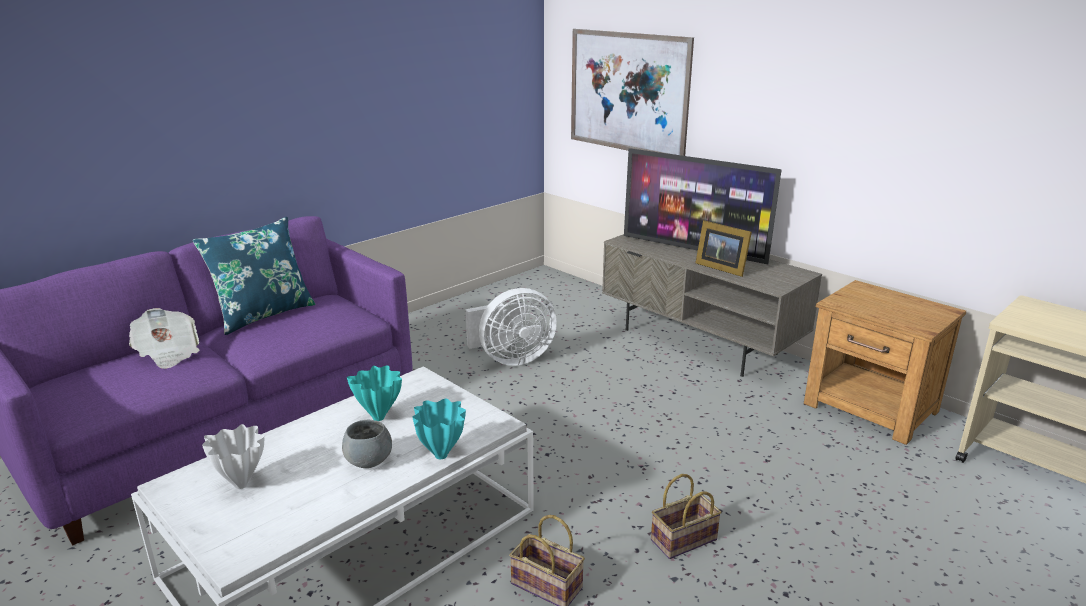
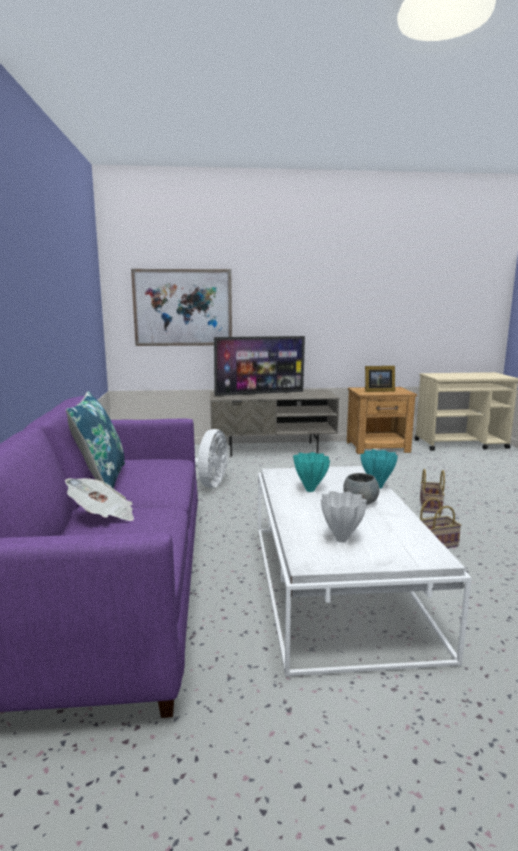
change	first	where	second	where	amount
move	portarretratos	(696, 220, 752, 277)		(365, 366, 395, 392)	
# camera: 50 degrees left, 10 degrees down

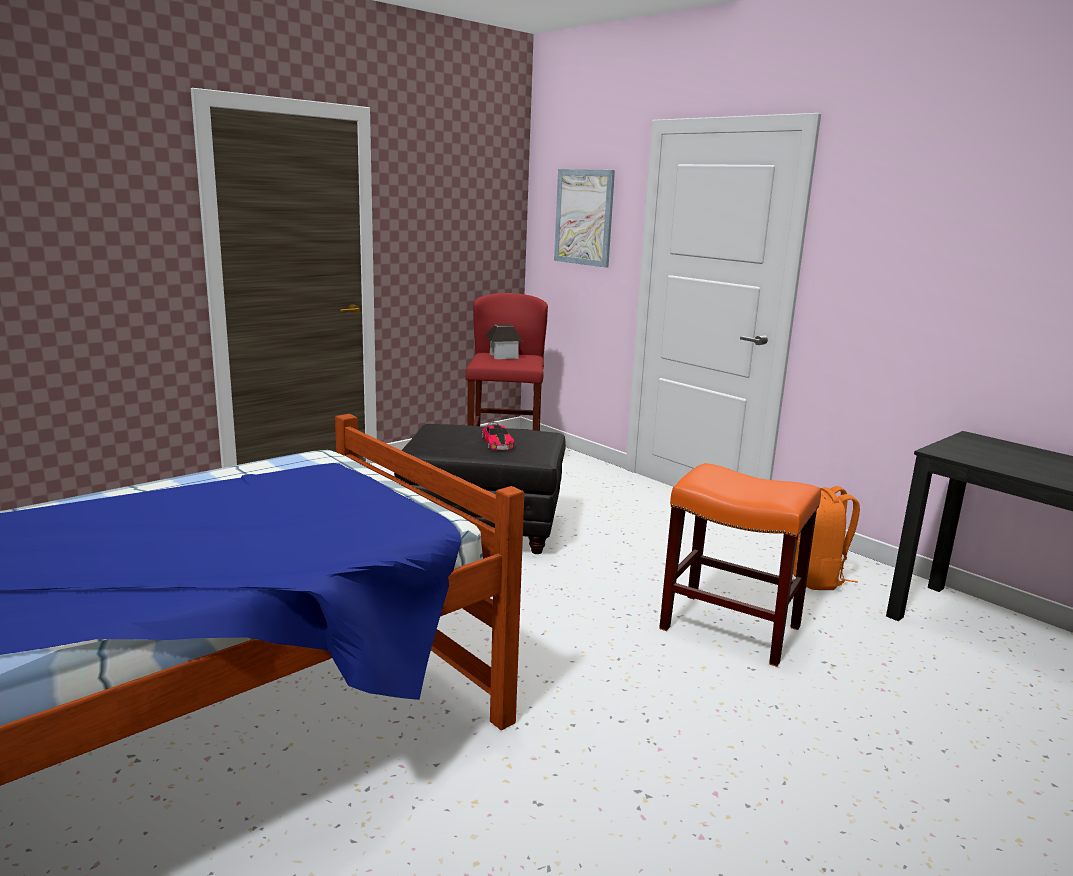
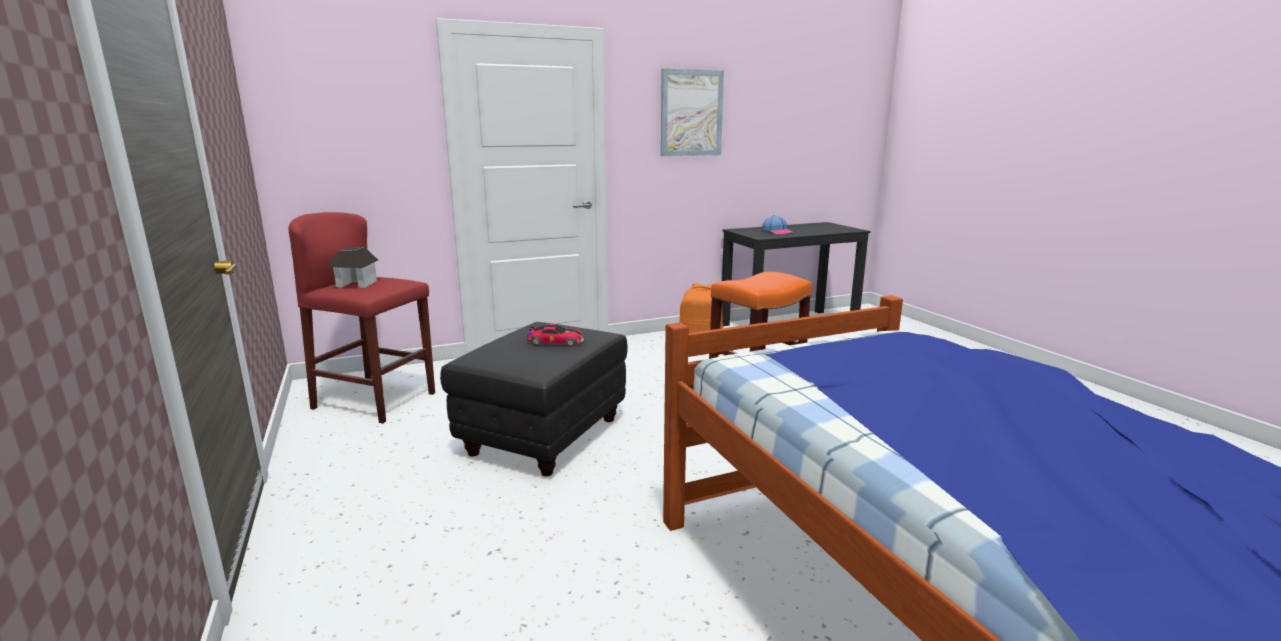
change	first	where	second	where	amount
move	cuadro	(554, 169, 615, 268)		(661, 68, 724, 156)	
insert			gorra	(762, 215, 795, 235)	
# camera: 70 degrees left, 0 degrees up

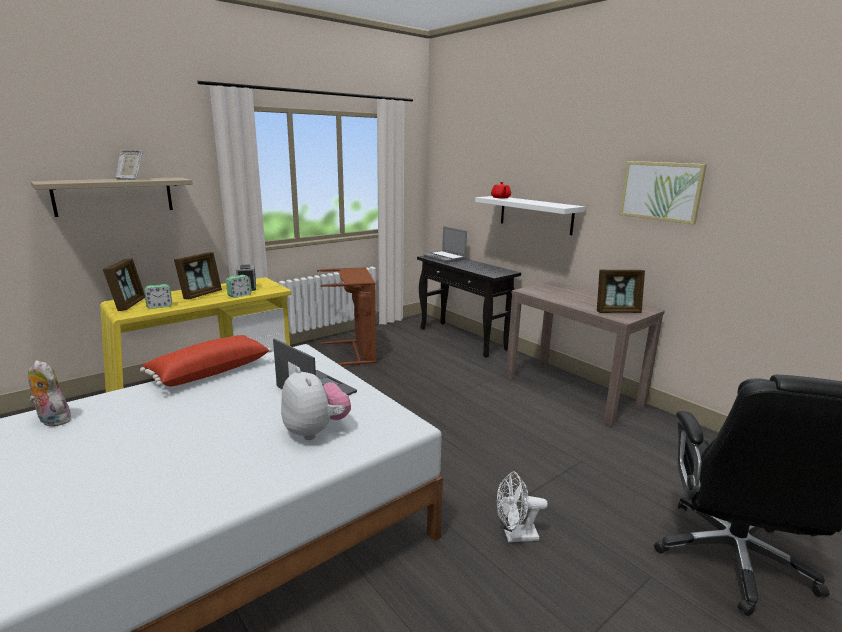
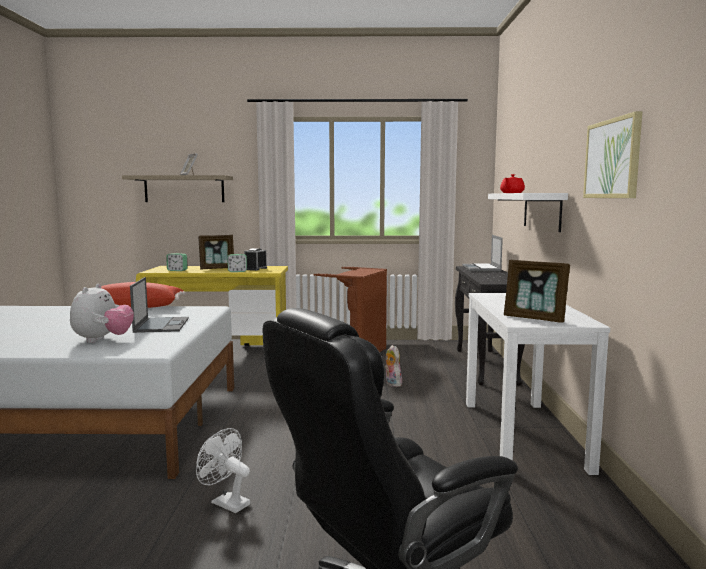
change	first	where	second	where	amount
delete	portarretratos	(103, 258, 145, 311)			
recolor	mesa consola [marrón]	(506, 281, 665, 427)	mesa consola [blanco]	(466, 293, 610, 475)	
move	peluche	(28, 360, 71, 427)		(385, 345, 402, 387)	
# camera: 40 degrees right, 10 degrees down

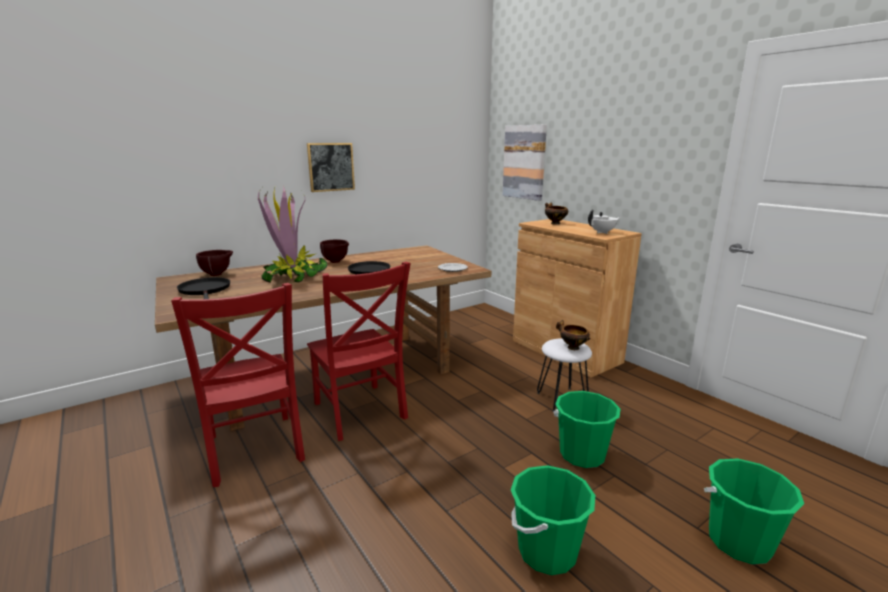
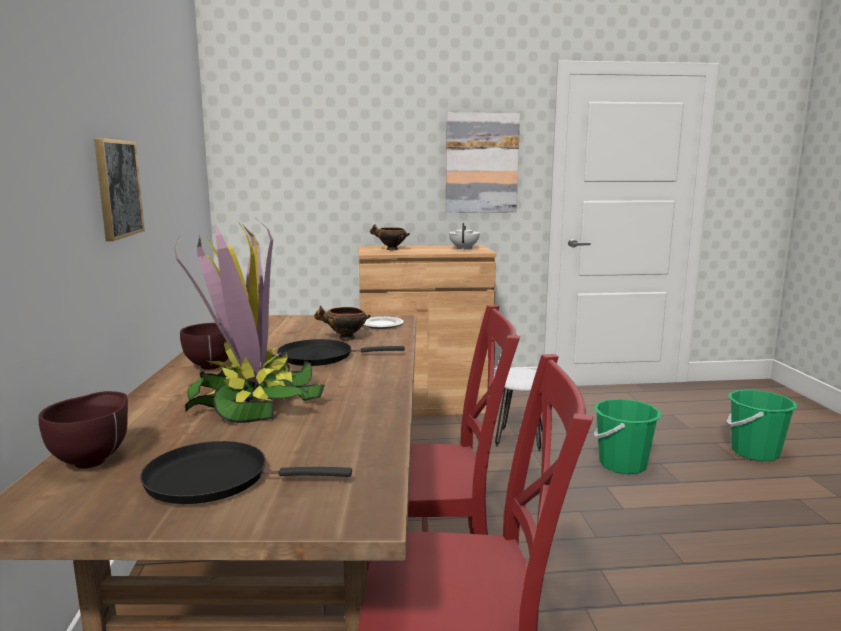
change	first	where	second	where	amount
move	cuadro	(503, 125, 547, 201)		(446, 113, 520, 213)	
move	cuenco	(556, 320, 590, 350)		(314, 305, 371, 340)	
delete	cubo [verde]	(511, 465, 595, 575)			
# camera: 60 degrees left, 5 degrees down

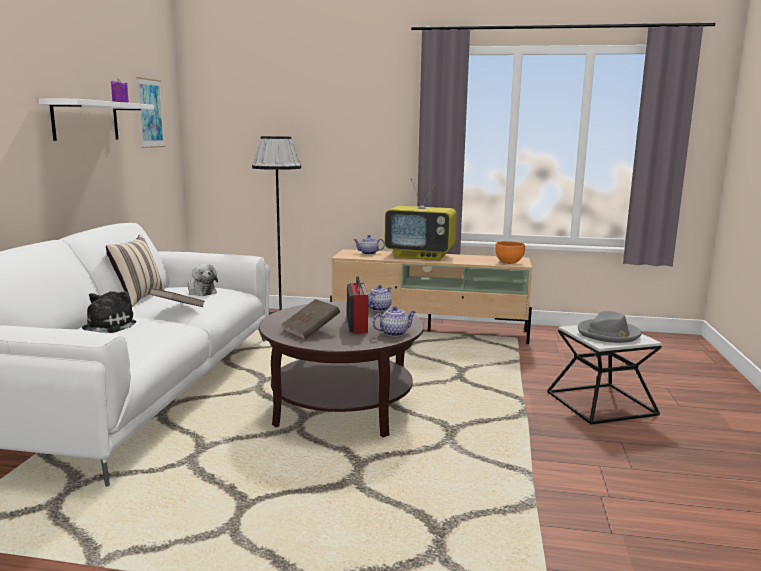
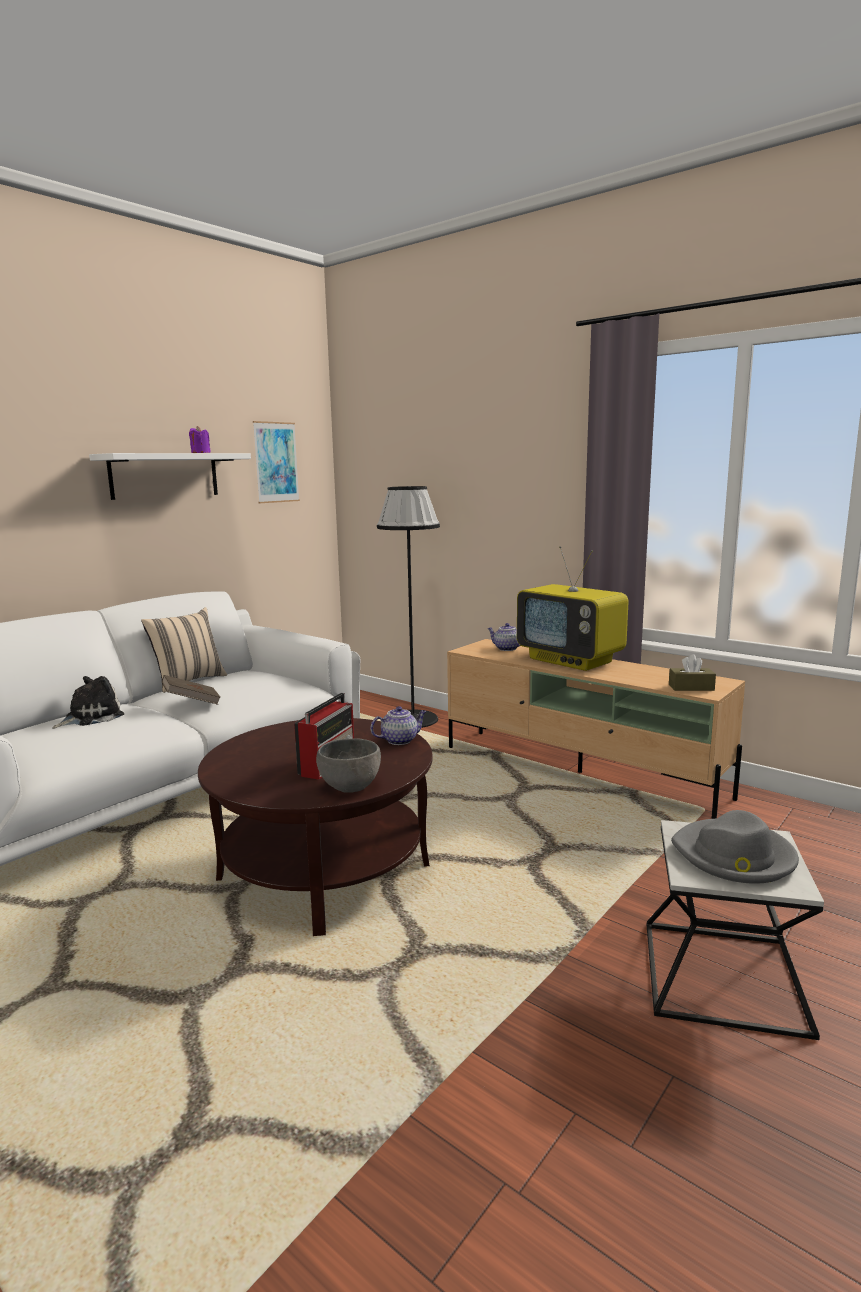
change	first	where	second	where	amount
replace	cuenco [naranja]	(495, 241, 525, 264)	caja de pañuelos [marrón]	(669, 654, 716, 691)	
delete	peluche	(188, 264, 218, 296)			
delete	libro [marrón]	(281, 299, 340, 340)			
replace	tetera	(372, 306, 416, 336)	cuenco [gris]	(316, 738, 381, 793)	
# camera: 30 degrees right, 0 degrees up

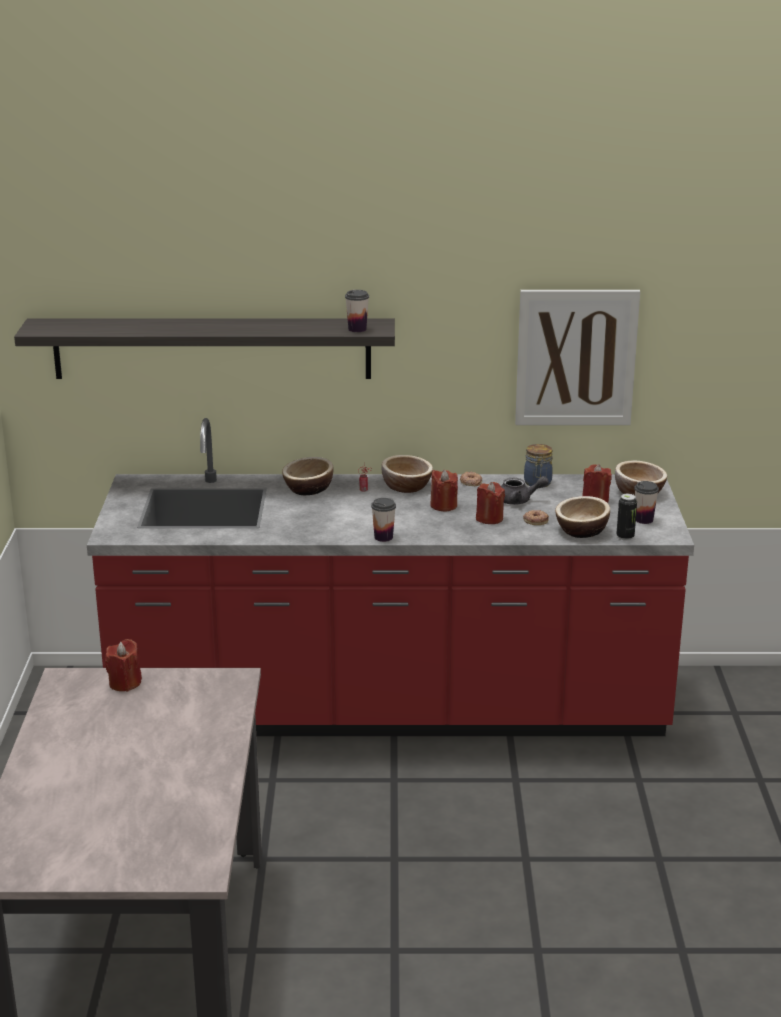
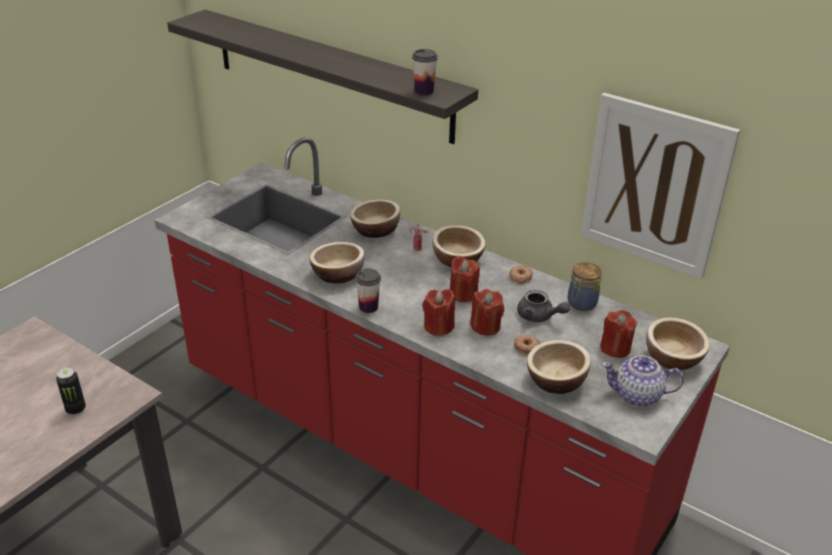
change	first	where	second	where	amount
replace	taza	(634, 481, 659, 524)	tetera	(601, 356, 684, 407)	
move	lata	(616, 494, 637, 540)		(56, 367, 86, 415)	
move	vela [rojo]	(105, 639, 142, 692)		(422, 289, 455, 336)	
insert			cuenco	(309, 242, 365, 284)	
# camera: 35 degrees right, 10 degrees up

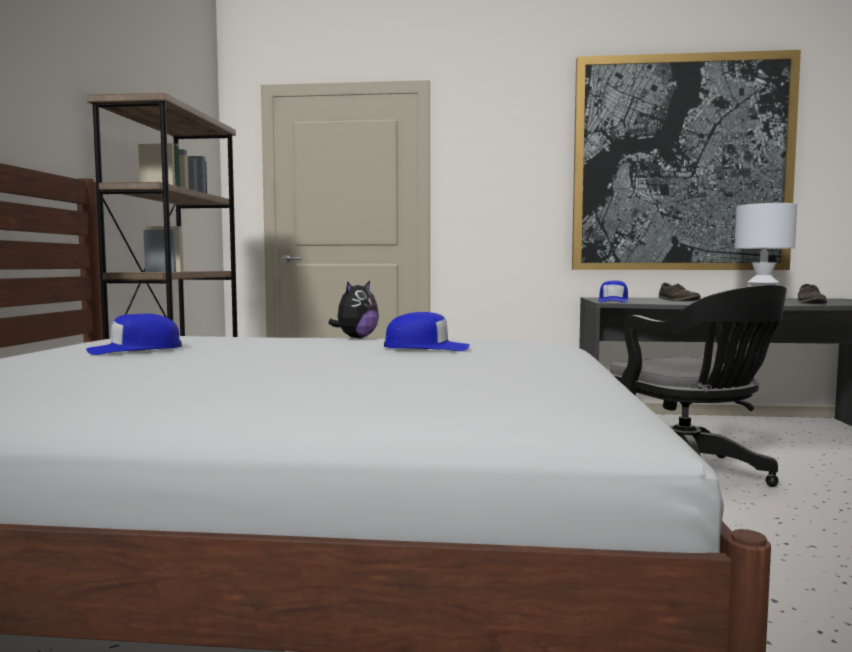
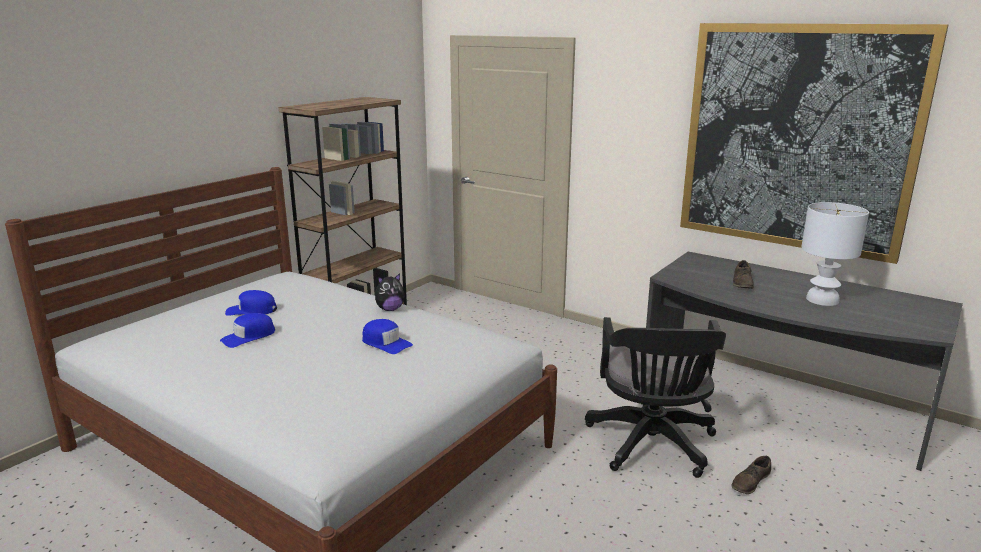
change	first	where	second	where	amount
move	gorra [azul]	(599, 281, 628, 303)		(220, 313, 275, 348)	
move	zapato [marrón]	(798, 284, 827, 304)		(731, 456, 771, 494)	
# camera: 30 degrees right, 15 degrees up

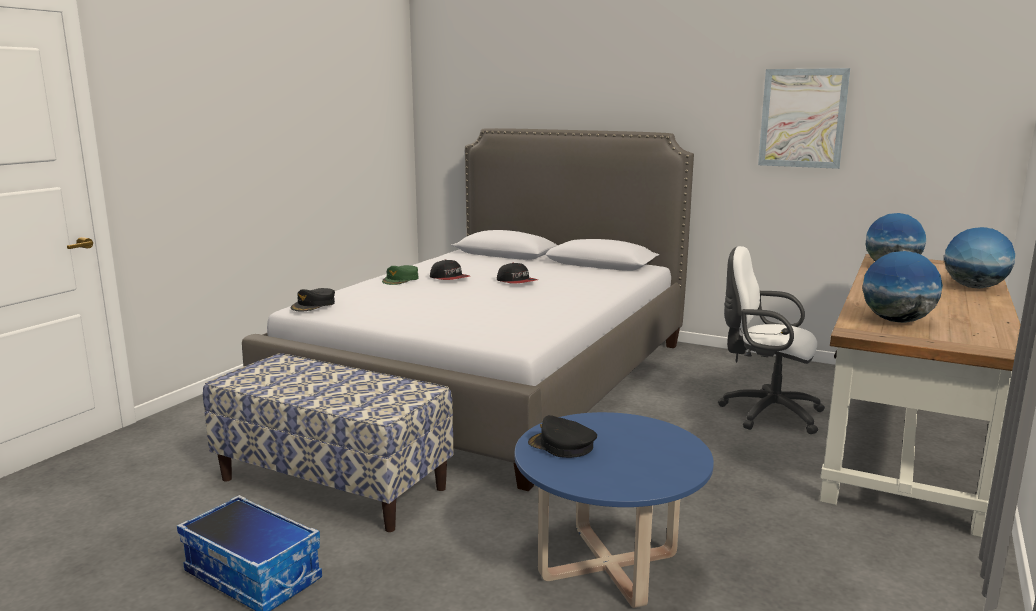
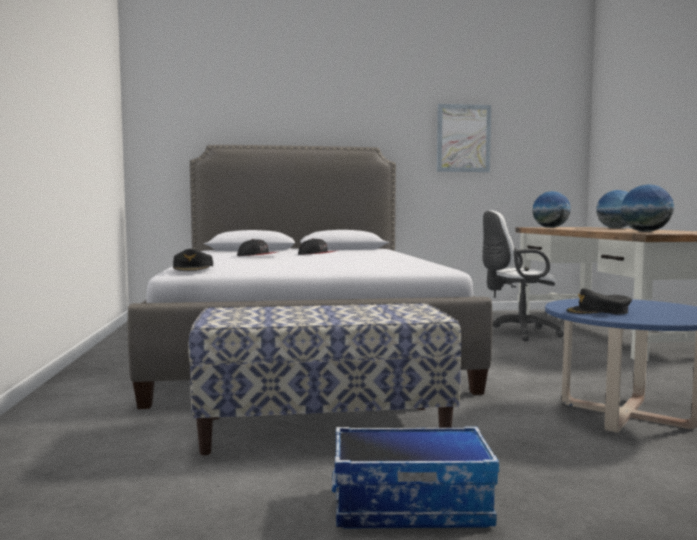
change	first	where	second	where	amount
delete	gorra [verde]	(382, 265, 418, 285)			
# camera: 35 degrees left, 10 degrees down

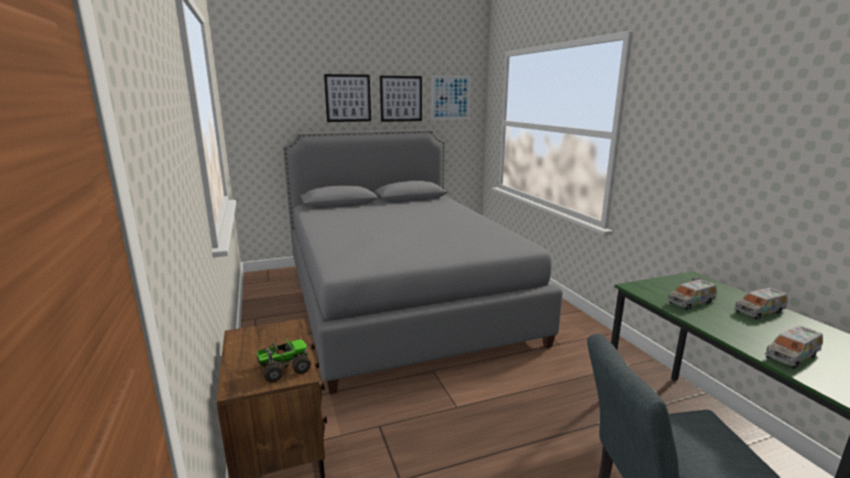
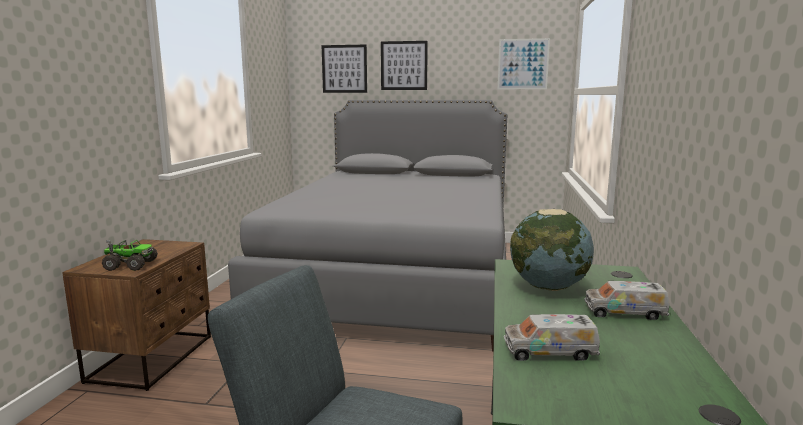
change	first	where	second	where	amount
move	cuadro	(380, 76, 422, 122)		(321, 45, 367, 93)	
replace	camión de juguete	(668, 279, 717, 310)	globo terráqueo	(510, 209, 594, 291)	
# camera: 30 degrees right, 5 degrees down

